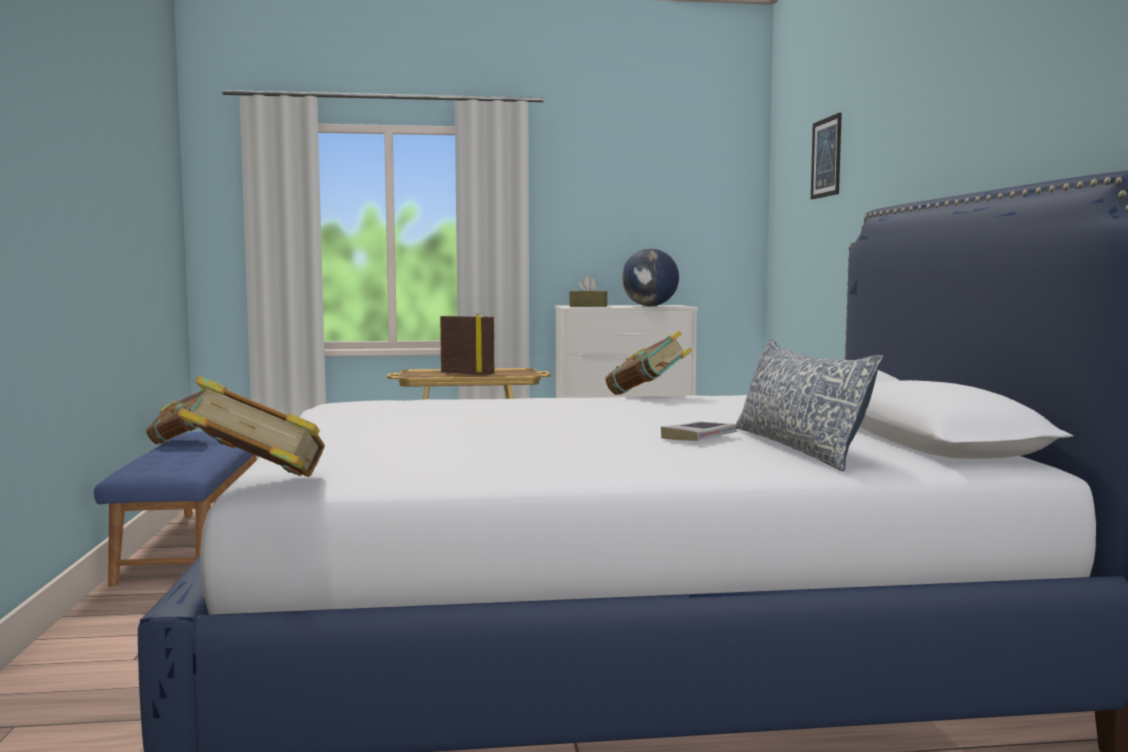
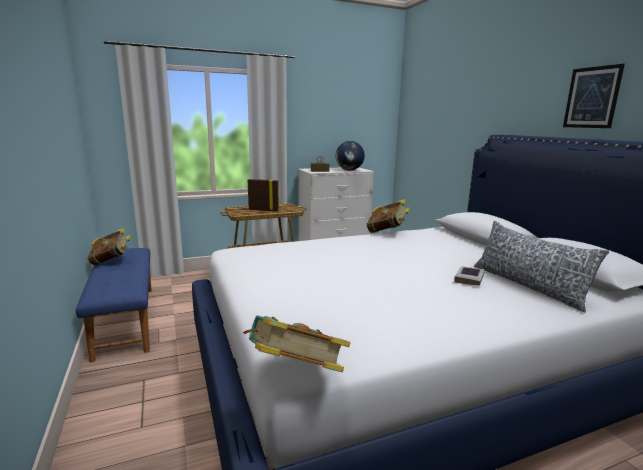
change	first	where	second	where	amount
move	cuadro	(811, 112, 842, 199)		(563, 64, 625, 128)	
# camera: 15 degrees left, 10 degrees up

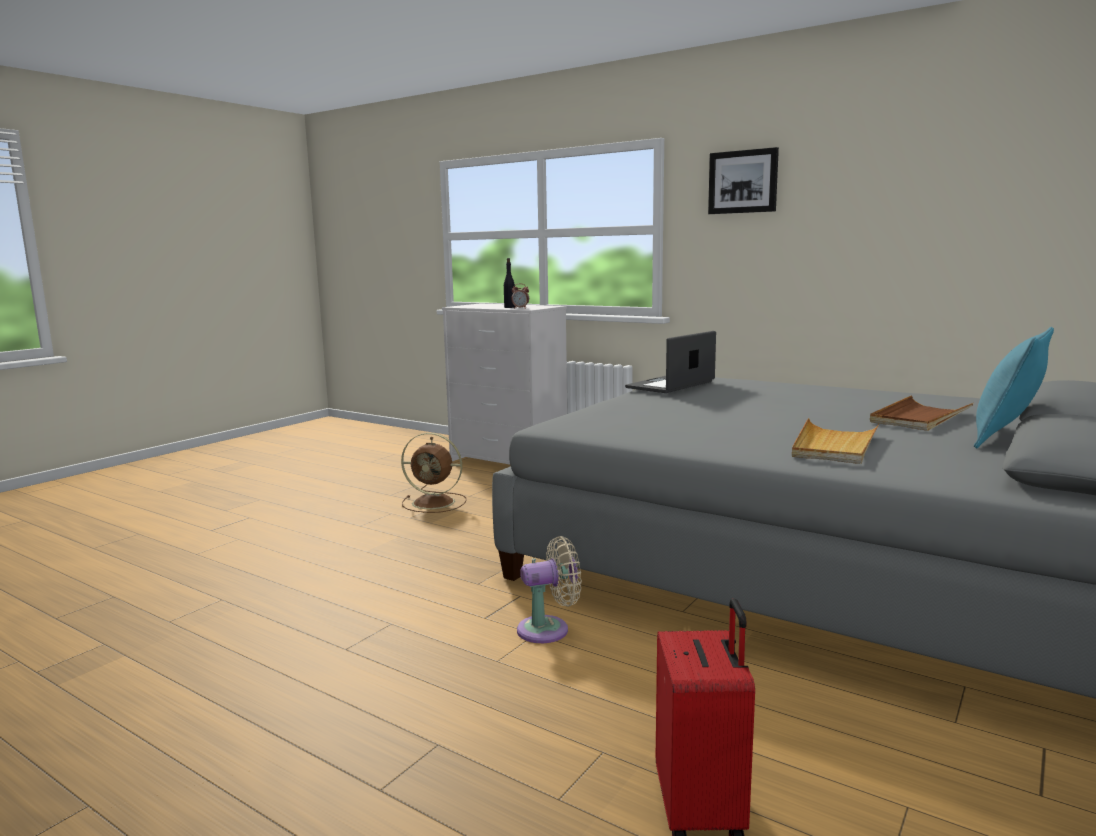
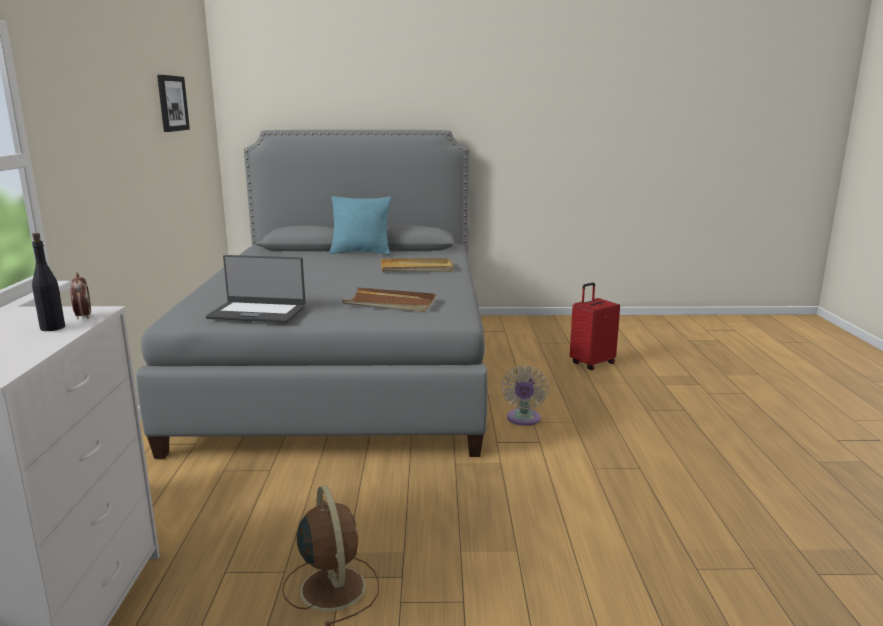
change	first	where	second	where	amount
move	cuadro	(708, 147, 779, 214)		(157, 75, 190, 132)	
move	bandeja [marrón]	(870, 395, 974, 431)		(343, 287, 436, 312)	
rotate	ventilador [beis]	(517, 536, 582, 643)		(501, 365, 549, 426)	120 degrees counterclockwise
# camera: 125 degrees left, 5 degrees up

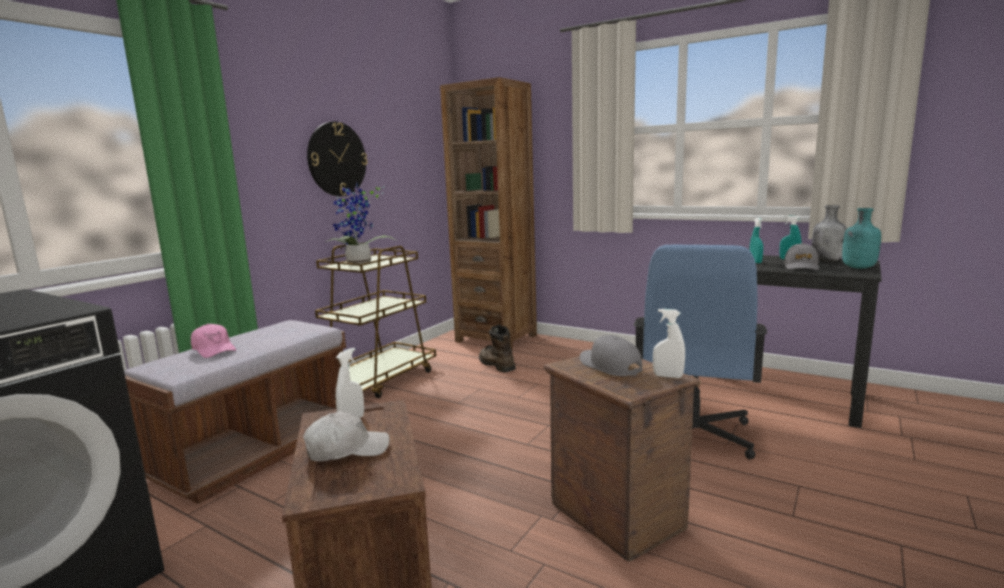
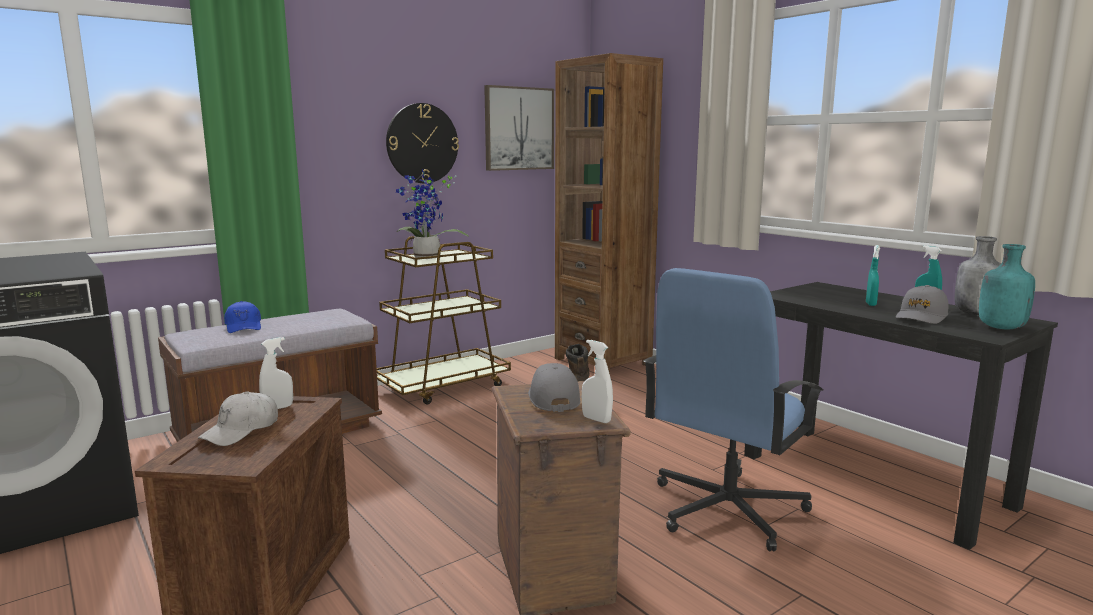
change	first	where	second	where	amount
recolor	gorra [rosa]	(191, 324, 236, 358)	gorra [azul]	(224, 301, 261, 333)	
rotate	gorra [blanco]	(303, 411, 390, 461)		(198, 392, 278, 446)	120 degrees clockwise
insert			cuadro	(484, 85, 554, 171)	
# camera: 20 degrees right, 0 degrees up

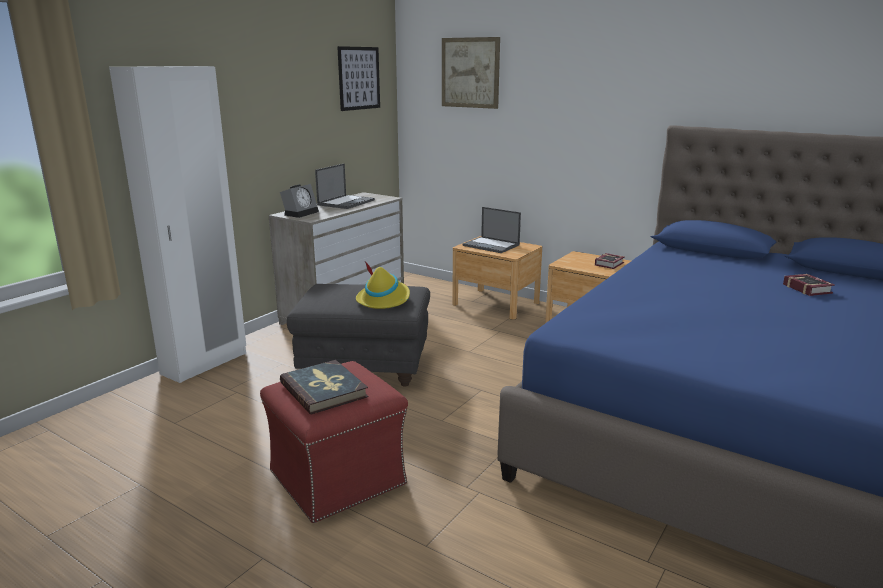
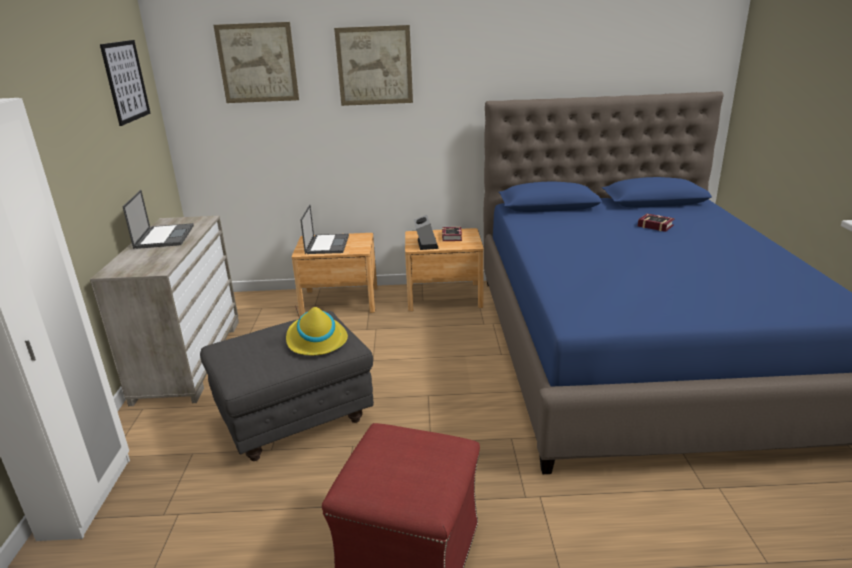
change	first	where	second	where	amount
move	despertador	(280, 184, 319, 218)		(414, 215, 439, 250)	
rotate	portátil	(463, 207, 521, 253)		(301, 205, 349, 254)	90 degrees counterclockwise
delete	libro	(280, 360, 368, 414)			
insert			cuadro	(334, 25, 413, 106)	
# camera: 35 degrees left, 5 degrees up

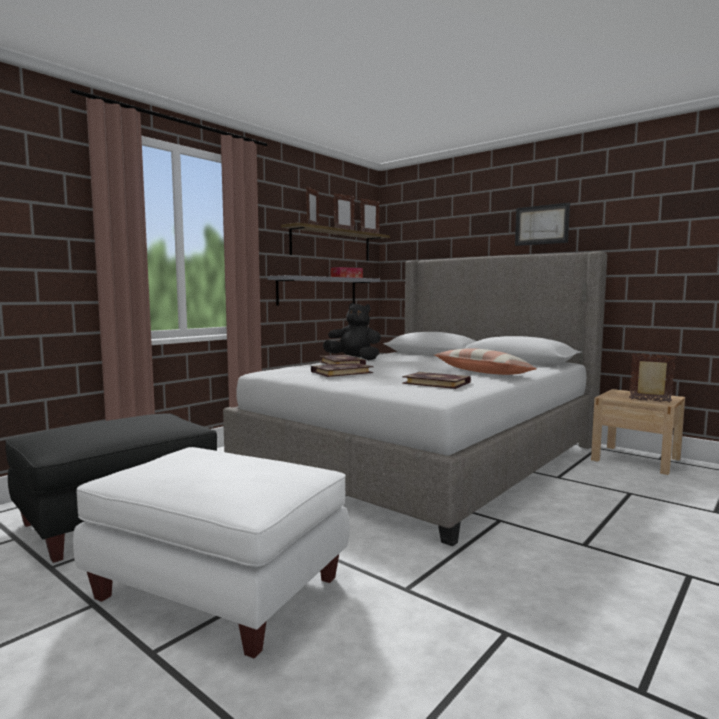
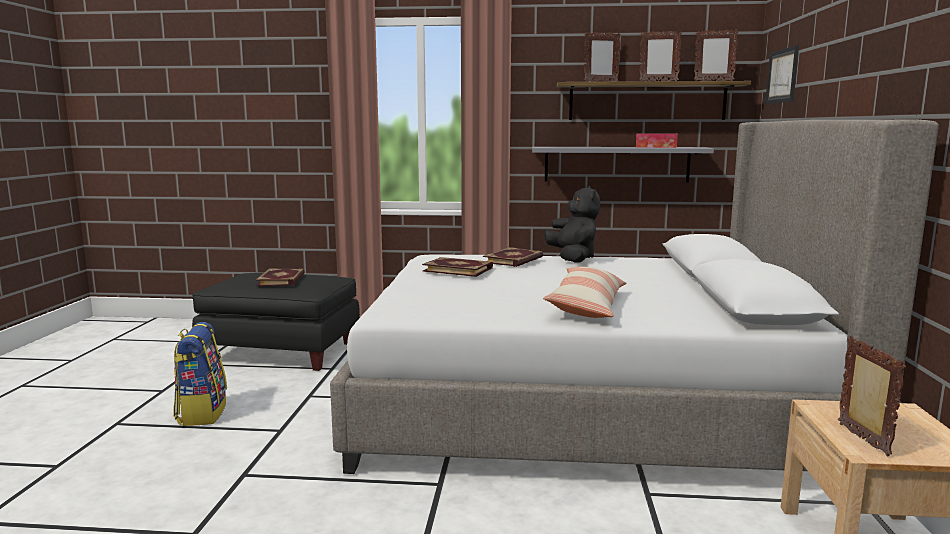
change	first	where	second	where	amount
move	cuadro	(515, 202, 570, 246)		(765, 45, 799, 104)	
move	libro	(402, 372, 471, 389)		(256, 268, 305, 286)	
replace	puf [blanco]	(73, 447, 350, 658)	mochila	(173, 322, 227, 426)	
# camera: 55 degrees right, 5 degrees up

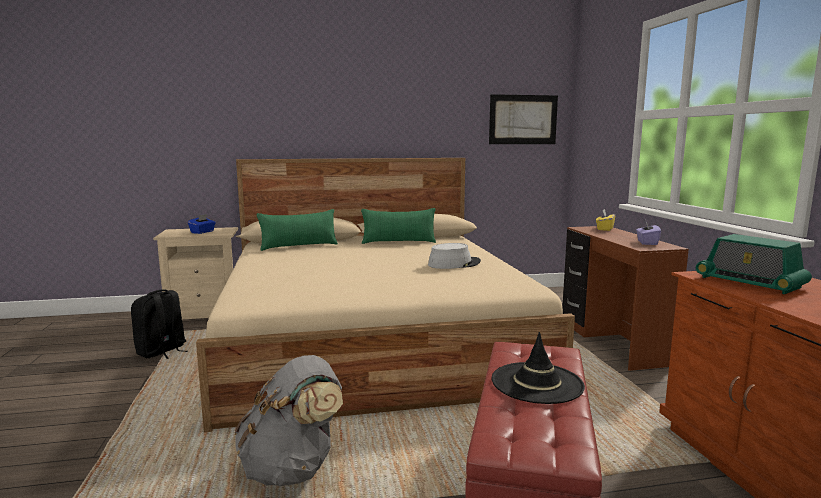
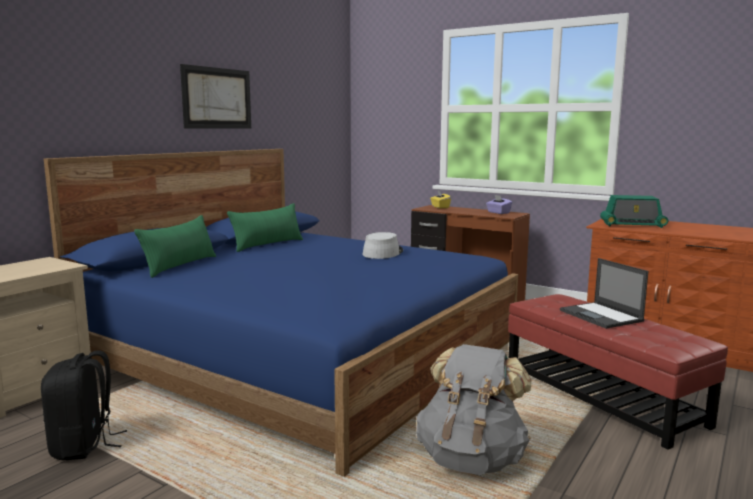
change	first	where	second	where	amount
move	cuadro	(489, 94, 558, 144)		(180, 64, 251, 129)	
recolor	cama [beis]	(196, 158, 575, 433)	cama [azul]	(44, 149, 518, 477)	
delete	caja de pañuelos [azul]	(188, 214, 216, 234)			
replace	sombrero [negro]	(492, 332, 585, 404)	portátil	(560, 258, 649, 329)	
# camera: 45 degrees left, 0 degrees up

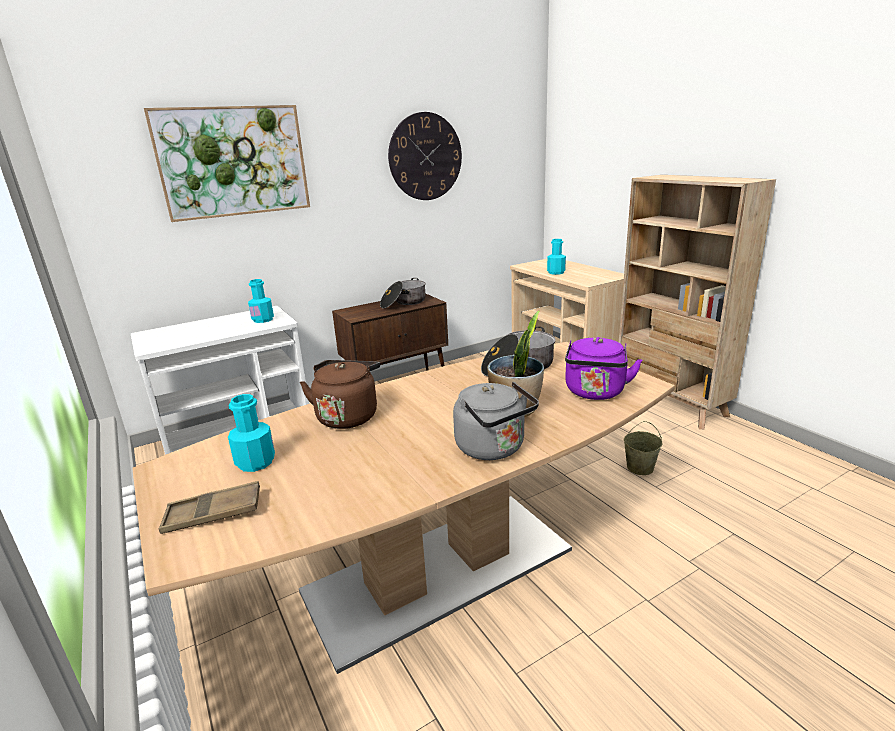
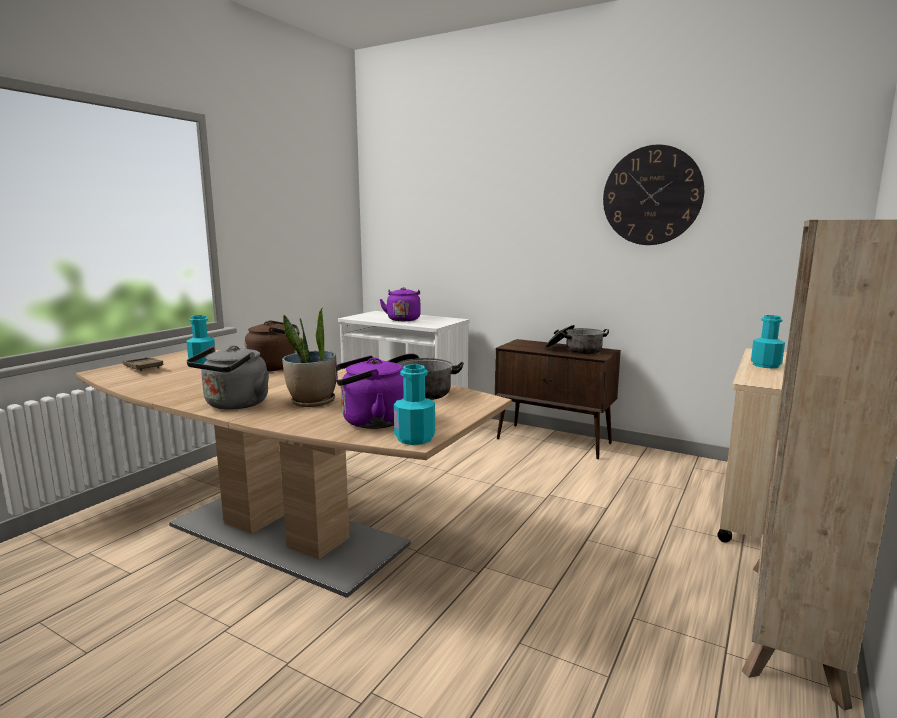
change	first	where	second	where	amount
delete	cuadro	(144, 105, 310, 222)			
move	botella [turquesa]	(248, 279, 274, 323)		(394, 364, 435, 445)	
delete	cubo [beis]	(624, 421, 662, 475)			
insert			hervidor [morado]	(380, 287, 420, 321)	
# camera: 60 degrees right, 10 degrees down

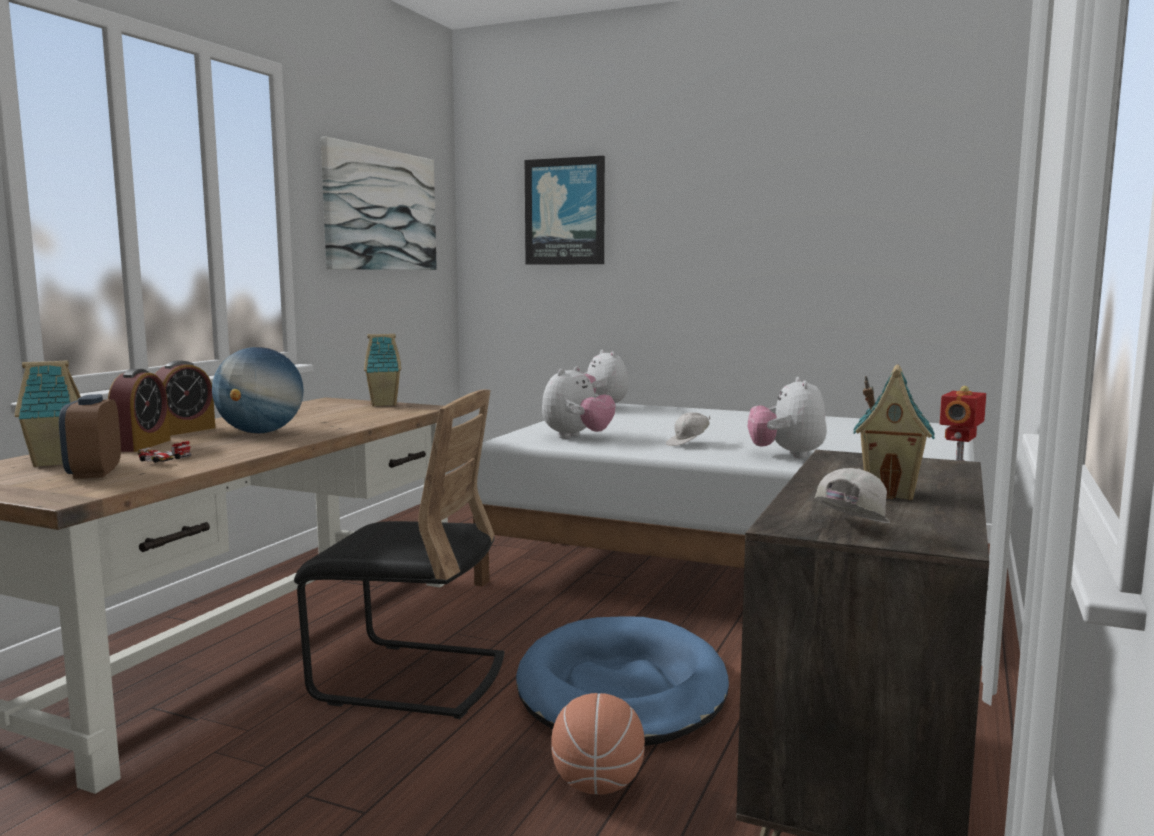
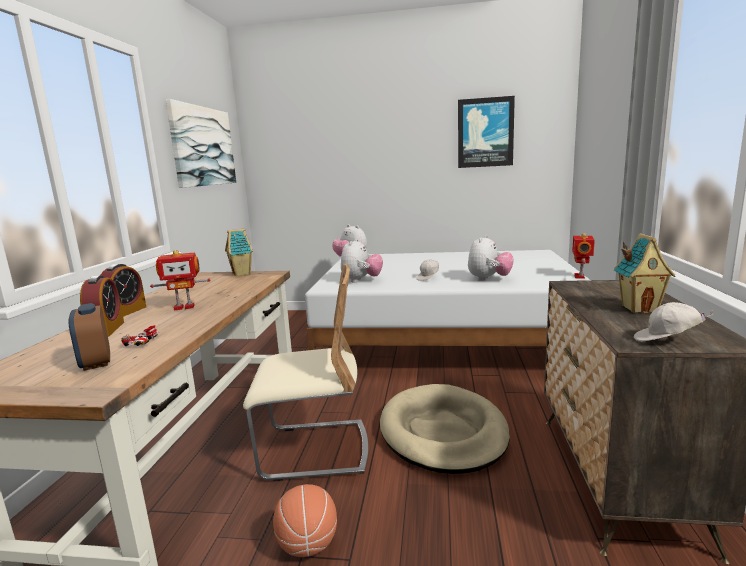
change	first	where	second	where	amount
move	cuadro	(525, 156, 605, 265)		(458, 96, 515, 168)	
replace	globo terráqueo	(212, 347, 303, 433)	robot de juguete	(150, 250, 211, 310)	
delete	casita	(15, 361, 81, 467)			
rotate	peluche	(748, 377, 827, 458)		(468, 235, 514, 281)	135 degrees counterclockwise
recolor	silla [negro]	(294, 390, 505, 719)	silla [beis]	(243, 264, 368, 481)	
rotate	gorra [blanco]	(814, 468, 890, 523)		(634, 302, 714, 341)	90 degrees counterclockwise
recolor	cama para perro [azul]	(516, 617, 729, 746)	cama para perro [beis]	(380, 384, 510, 474)	
move	balón de baloncesto	(551, 693, 645, 795)		(273, 484, 337, 557)	
# camera: 15 degrees left, 5 degrees up

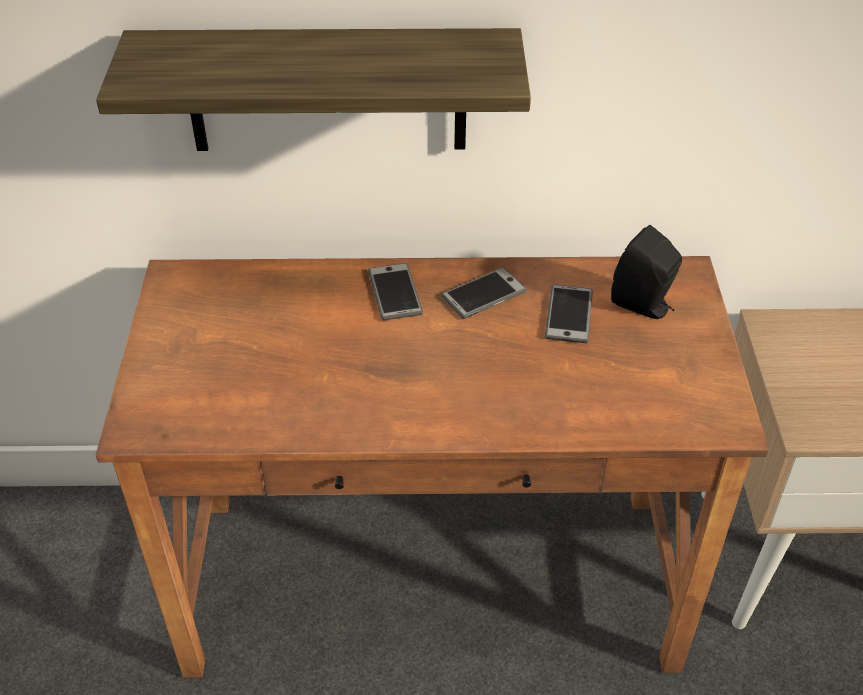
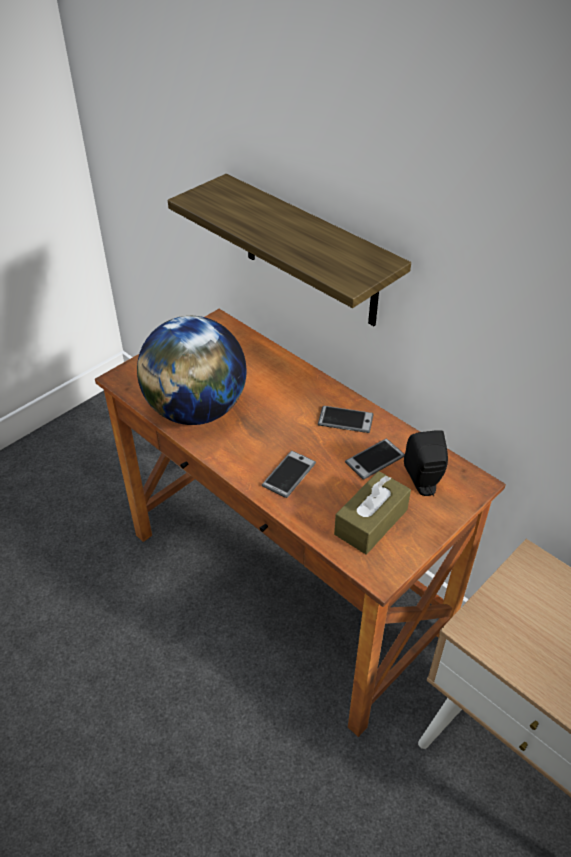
change	first	where	second	where	amount
move	móvil	(368, 263, 423, 320)		(262, 451, 316, 498)	
insert			globo terráqueo	(137, 316, 246, 425)	
insert			caja de pañuelos [marrón]	(334, 471, 411, 554)	
# camera: 45 degrees right, 0 degrees up

